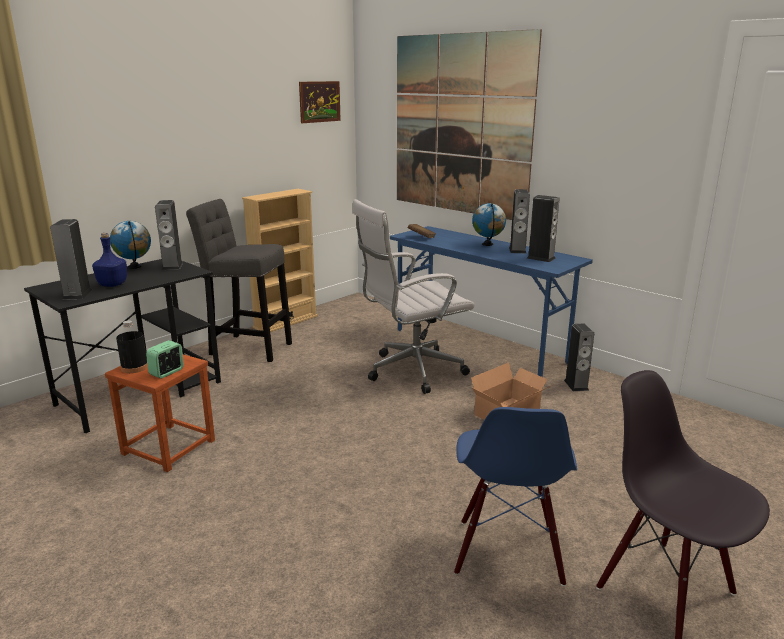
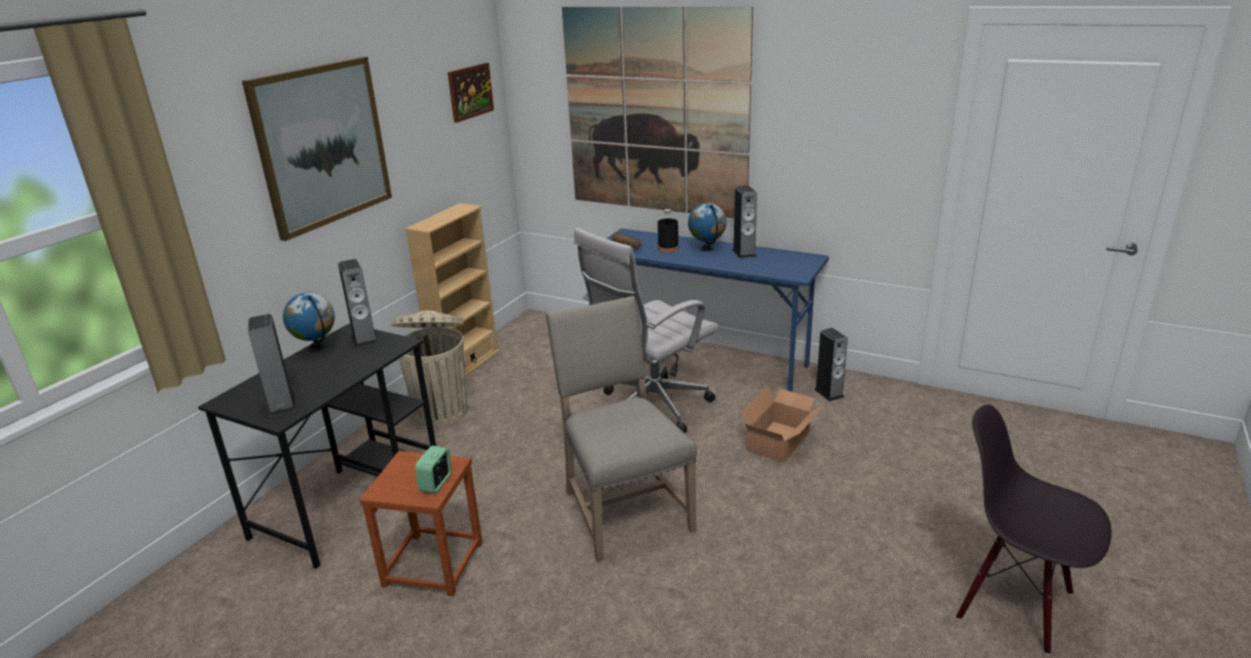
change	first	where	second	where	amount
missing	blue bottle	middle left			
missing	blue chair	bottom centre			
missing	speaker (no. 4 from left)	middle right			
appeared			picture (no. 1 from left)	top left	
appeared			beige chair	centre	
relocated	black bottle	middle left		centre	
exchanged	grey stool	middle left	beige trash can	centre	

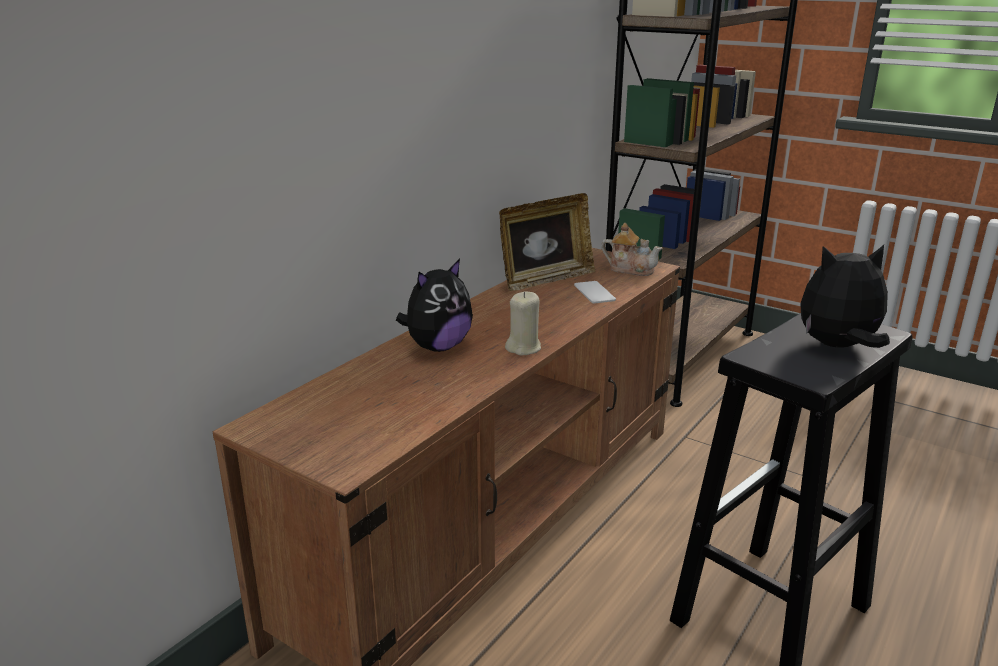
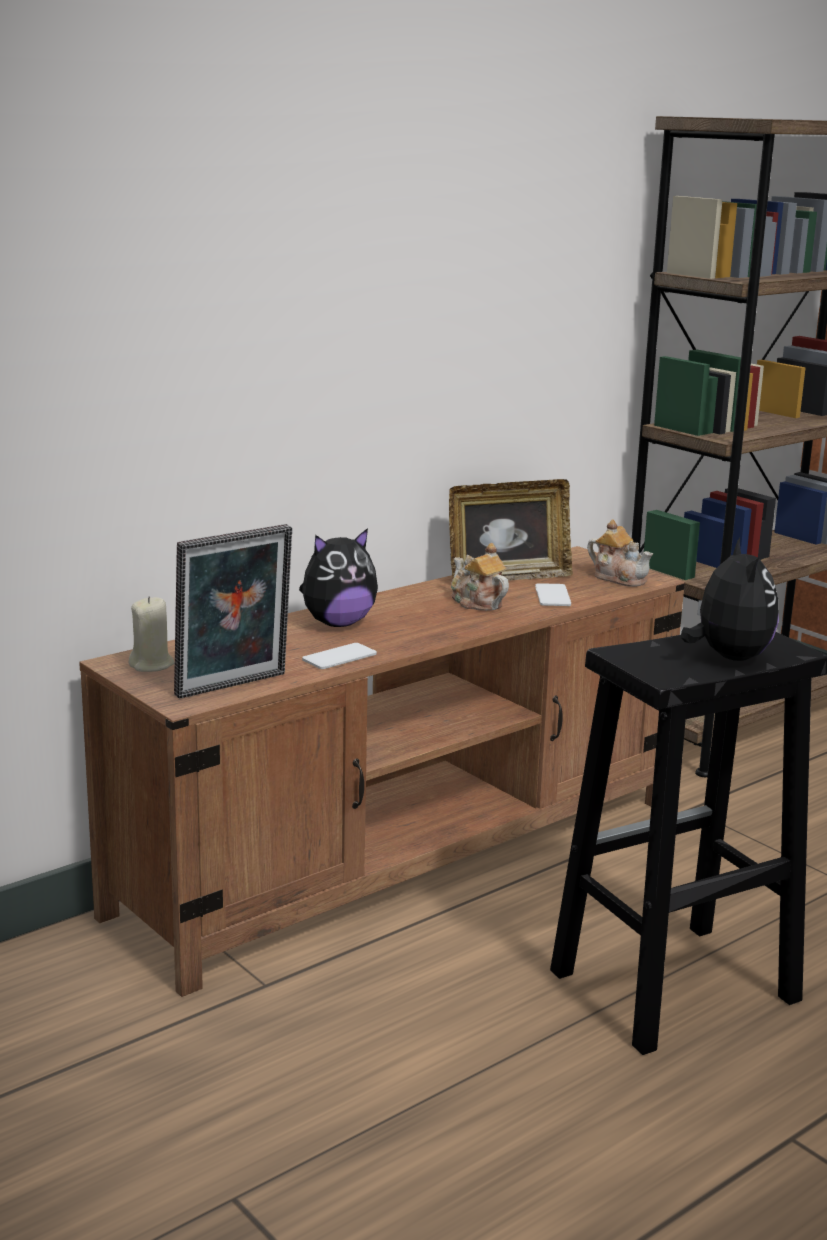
change	first	where	second	where	amount
appeared			picture frame (no. 1 from left)	middle left	
appeared			phone (no. 1 from left)	centre	
appeared			teapot (no. 1 from left)	centre	
relocated	beige candle	centre		middle left	
spun	plush toy (no. 2 from left)	middle right		middle right	75 degrees clockwise

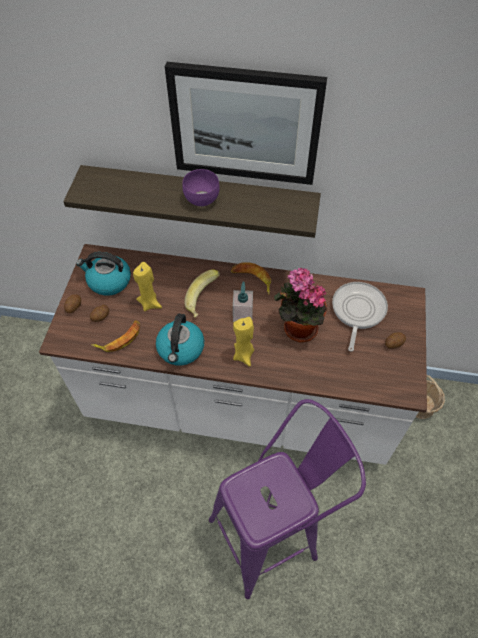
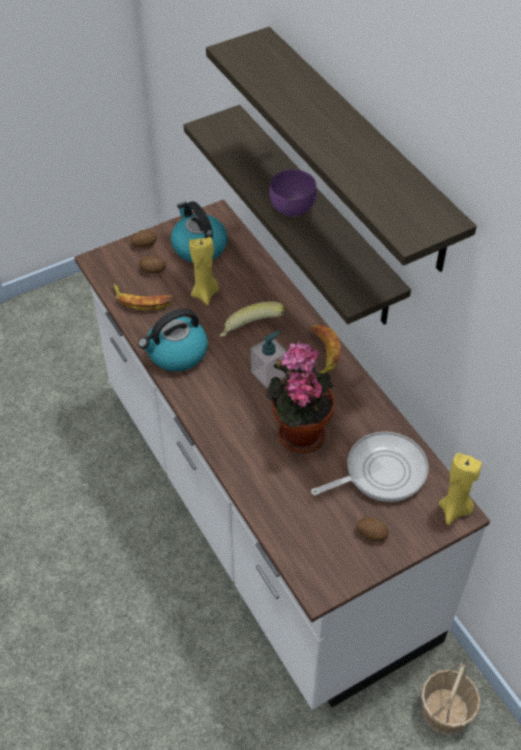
change	first	where	second	where	amount
missing	purple stool	bottom centre			
relocated	yellow candle (no. 2 from left)	centre		middle right	
exchanged	picture	top centre	shelf (no. 2 from left)	top centre	

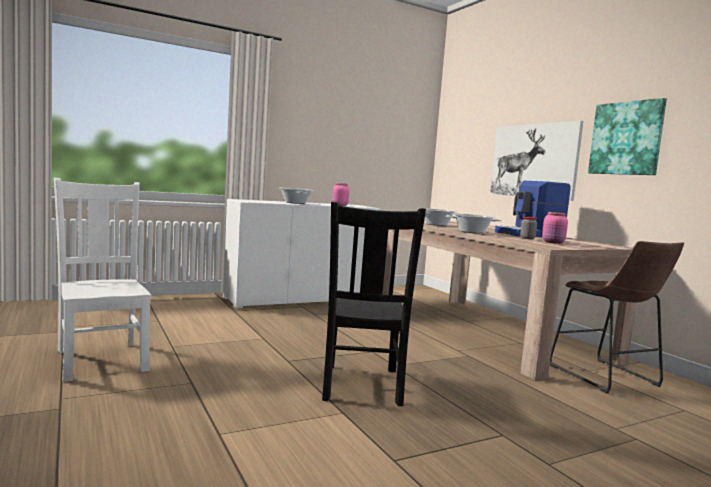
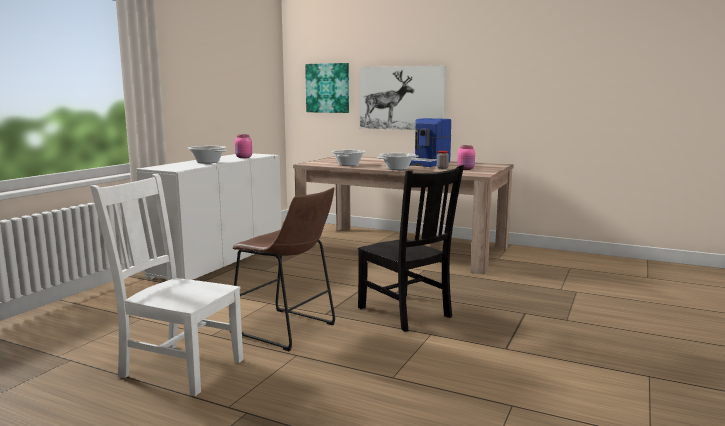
change	first	where	second	where	amount
relocated	brown stool	middle right		centre	
relocated	picture (no. 2 from left in the first image)	top right	picture (no. 1 from left)	top centre	

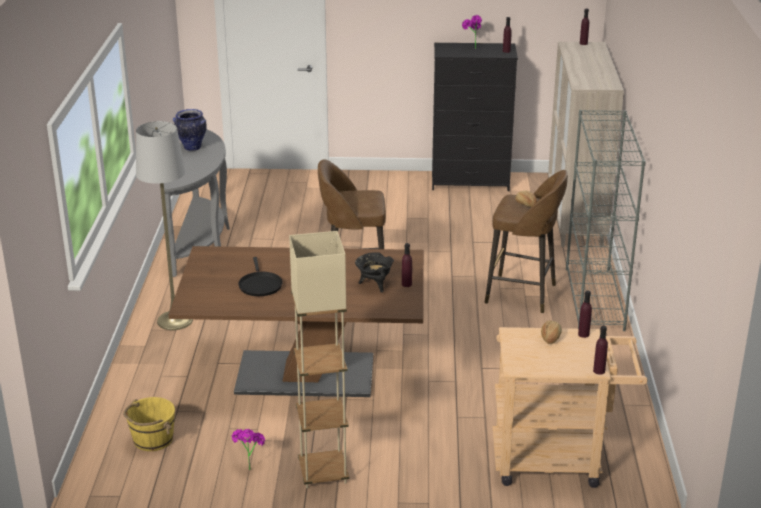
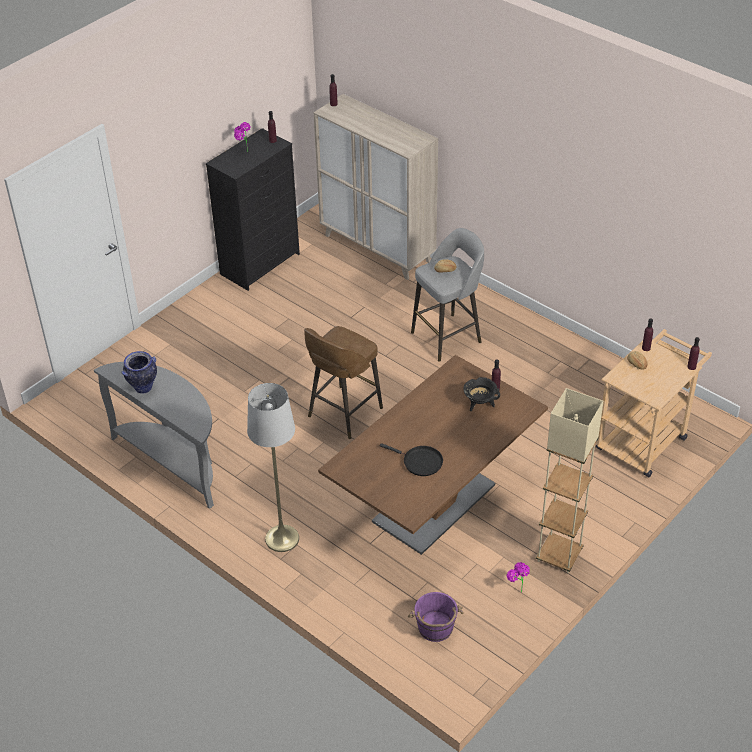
change	first	where	second	where	amount
missing	grey bookcase	middle right			
colour	yellow bucket	bottom left	purple bucket	bottom centre	
colour	brown stool (no. 2 from left)	middle right	grey stool	centre	

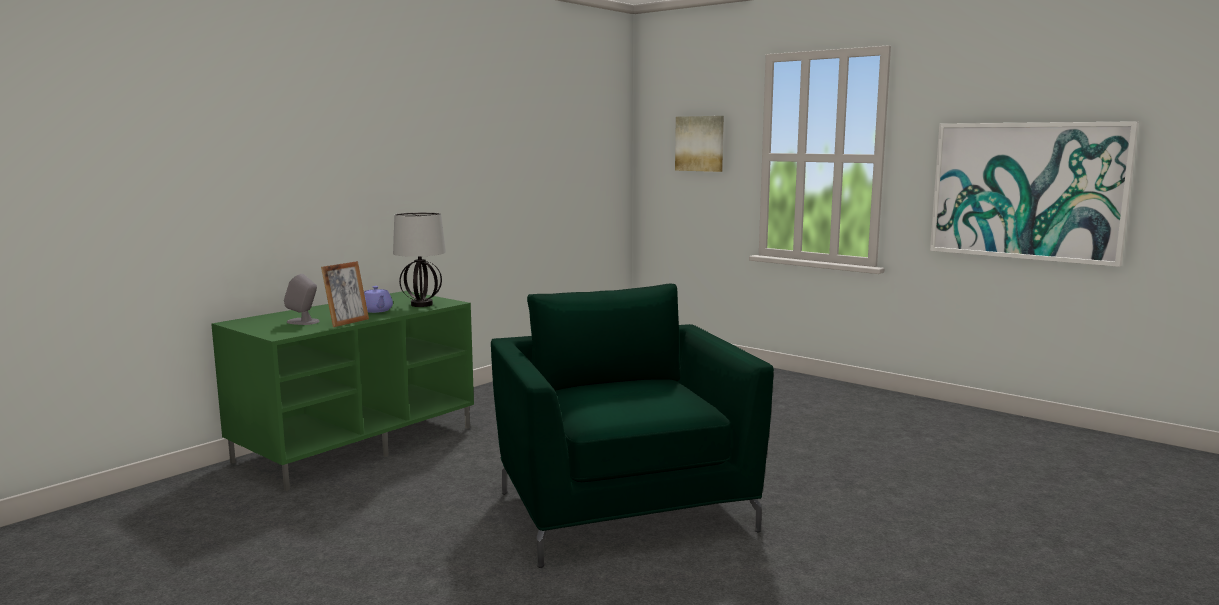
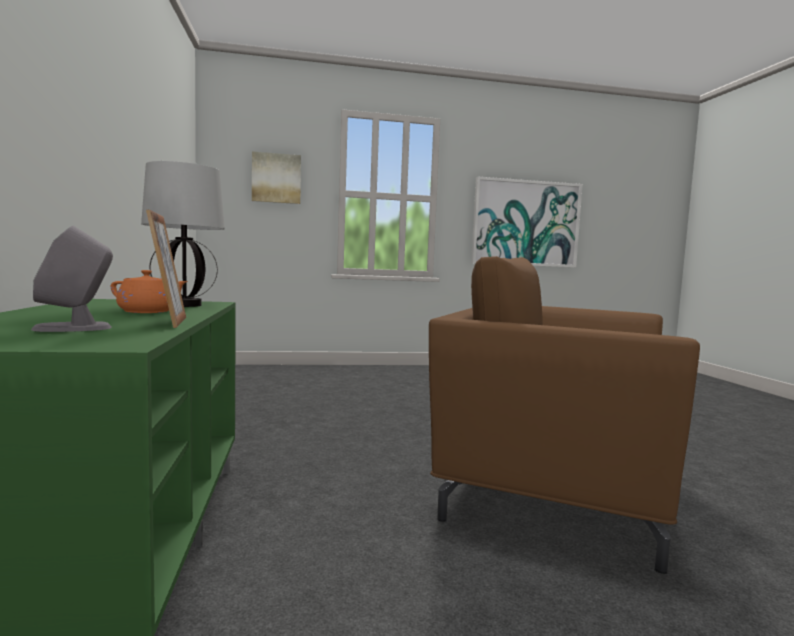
change	first	where	second	where	amount
colour	purple teapot	middle left	orange teapot	middle left	
colour	green armchair	bottom centre	brown armchair	middle right	

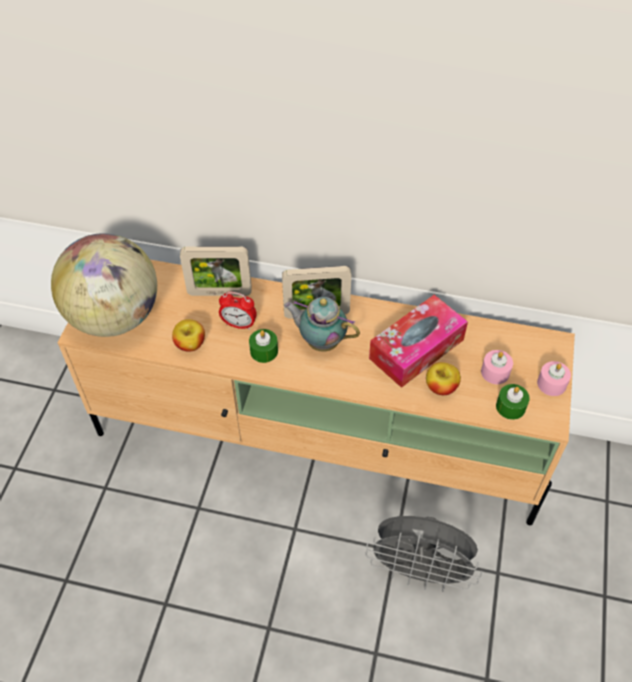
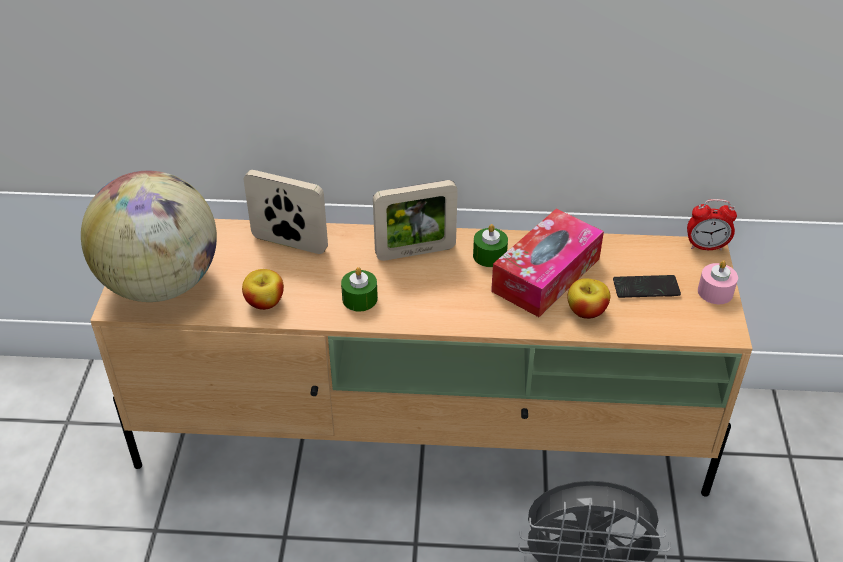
change	first	where	second	where	amount
missing	teapot	centre			
relocated	alarm clock	centre		middle right	
relocated	green candle (no. 2 from left)	middle right		centre	
exchanged	pink candle (no. 1 from left)	middle right	phone	middle right	
spun	picture frame (no. 1 from left)	centre		centre	150 degrees counterclockwise

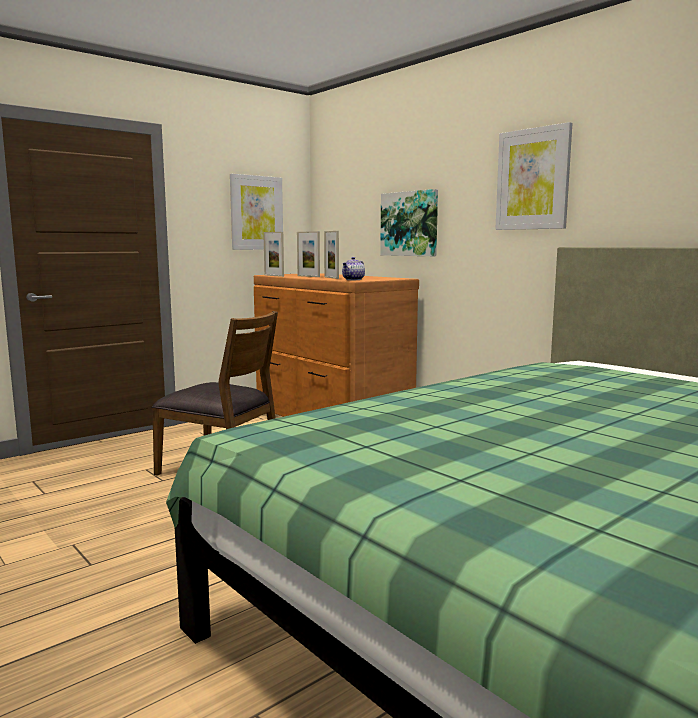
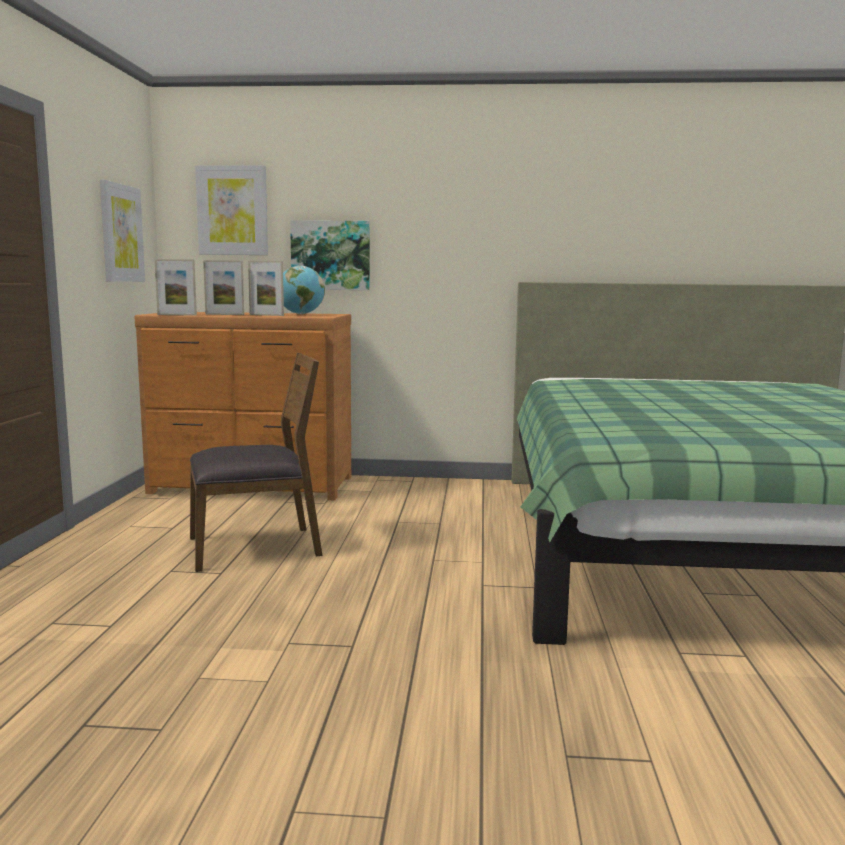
change	first	where	second	where	amount
missing	teapot	centre			
appeared			globe	centre	
relocated	picture (no. 3 from left in the first image)	top right	picture (no. 2 from left)	top left	

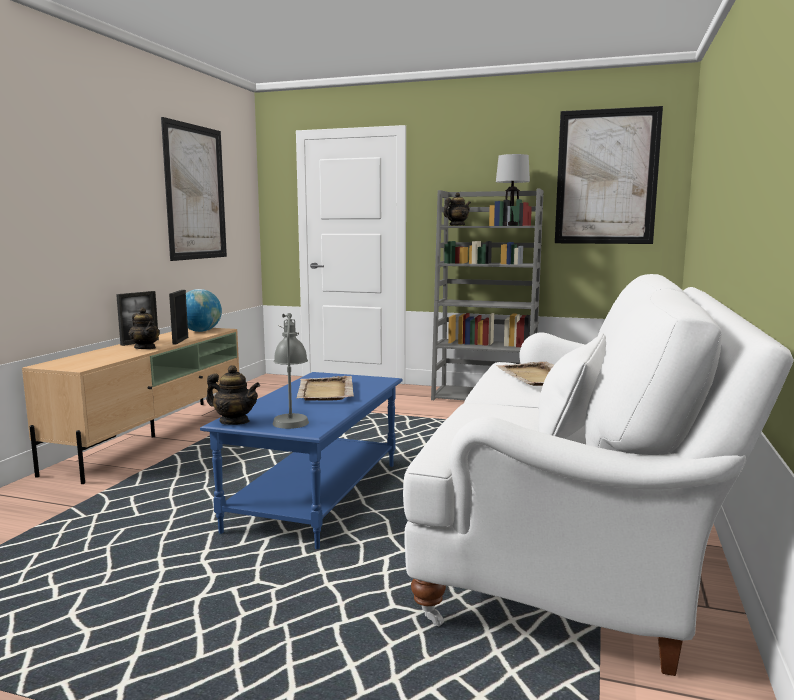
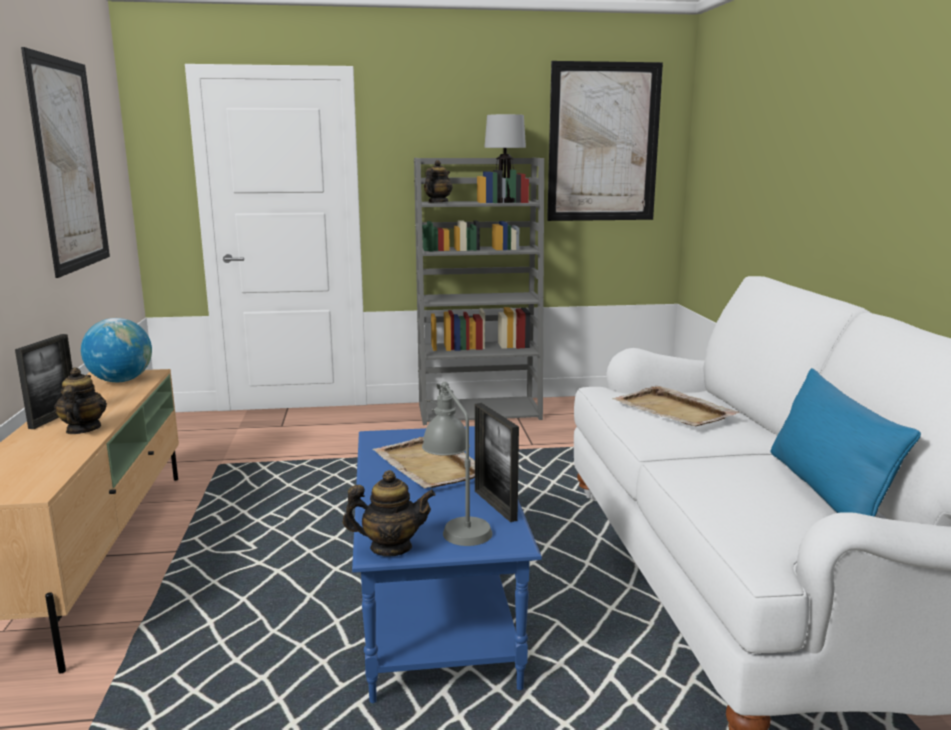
change	first	where	second	where	amount
relocated	picture frame (no. 2 from left)	middle left		centre	
colour	white pillow	middle right	blue pillow	middle right	
spun	teapot (no. 1 from left)	middle left		middle left	120 degrees counterclockwise

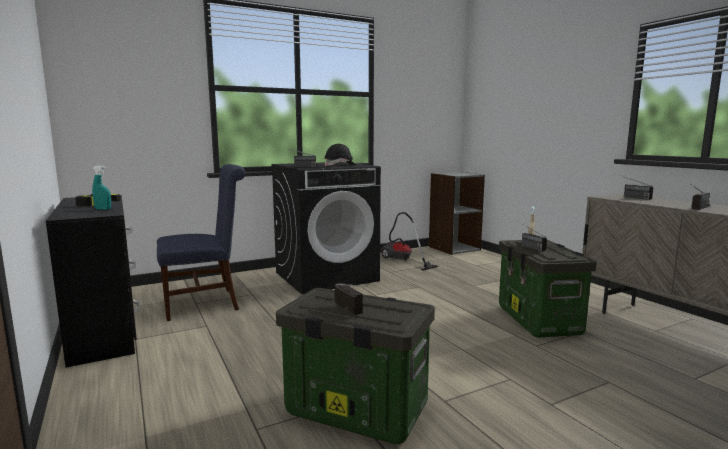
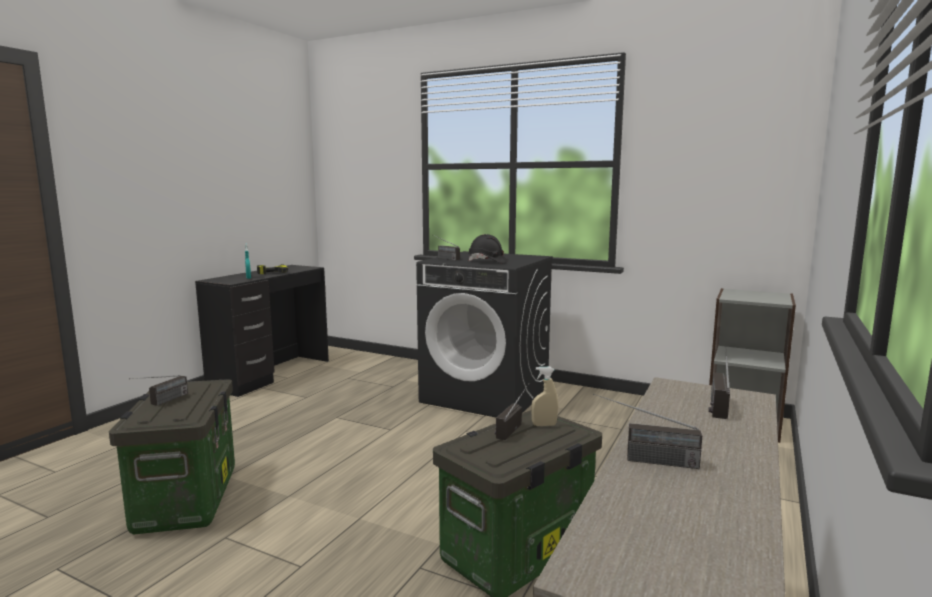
change	first	where	second	where	amount
missing	blue chair	middle left			
missing	vacuum cleaner	centre			

